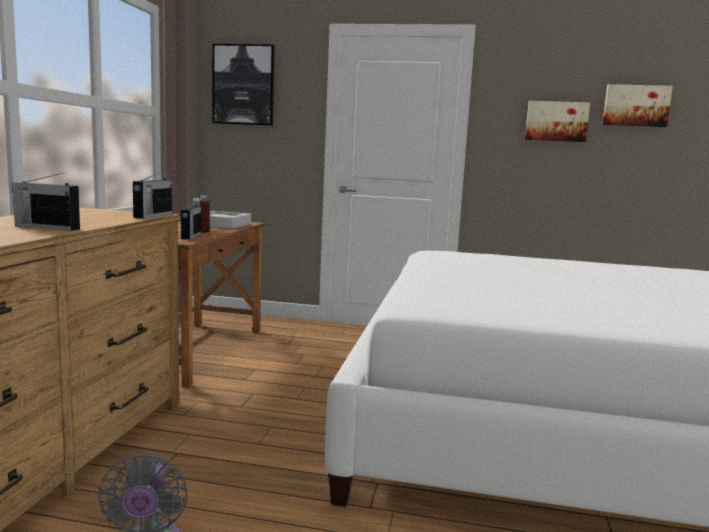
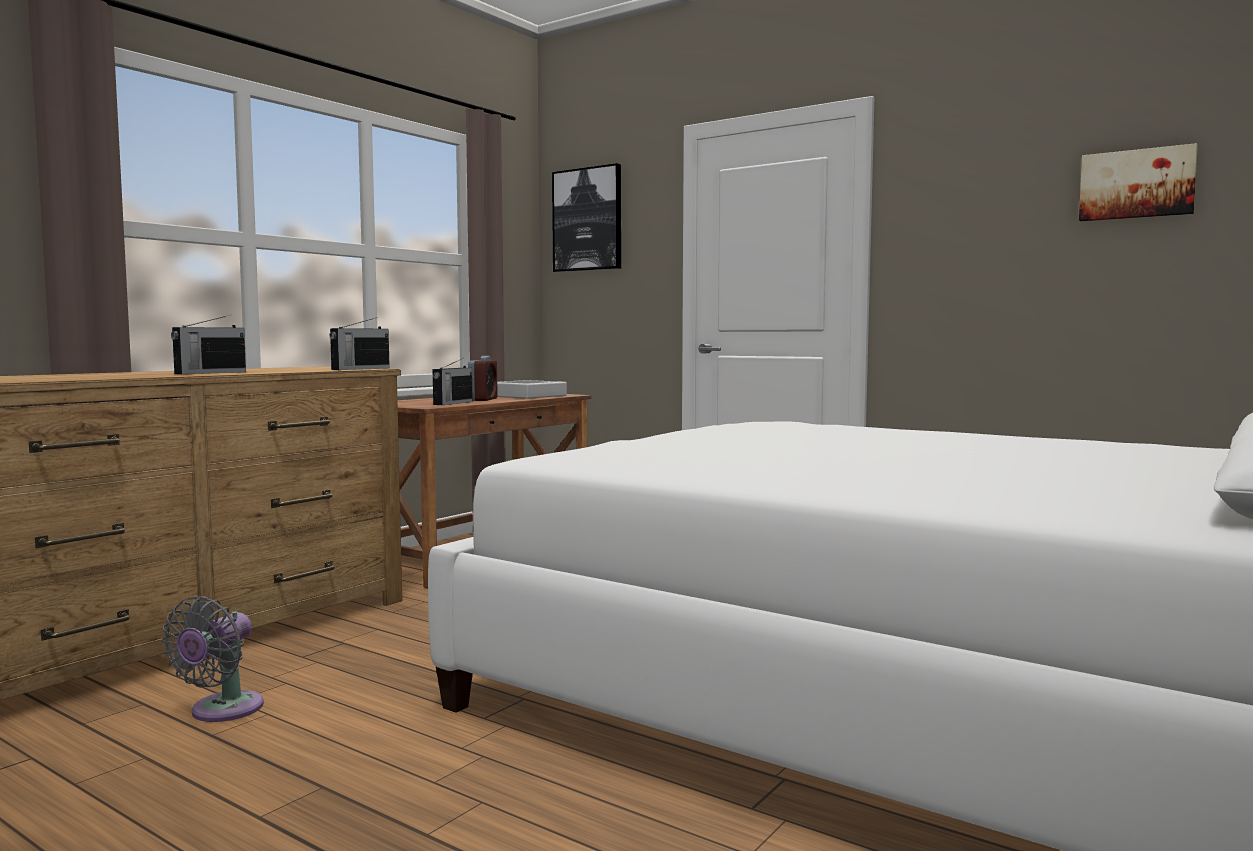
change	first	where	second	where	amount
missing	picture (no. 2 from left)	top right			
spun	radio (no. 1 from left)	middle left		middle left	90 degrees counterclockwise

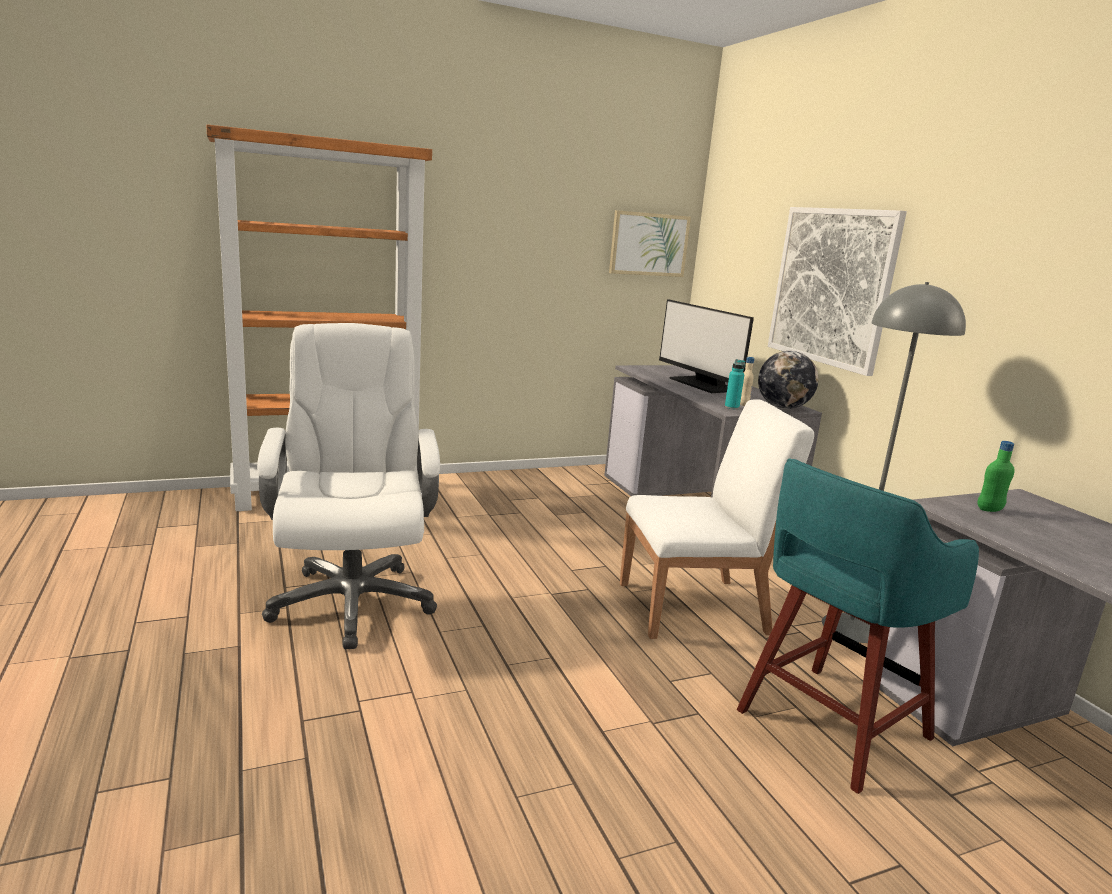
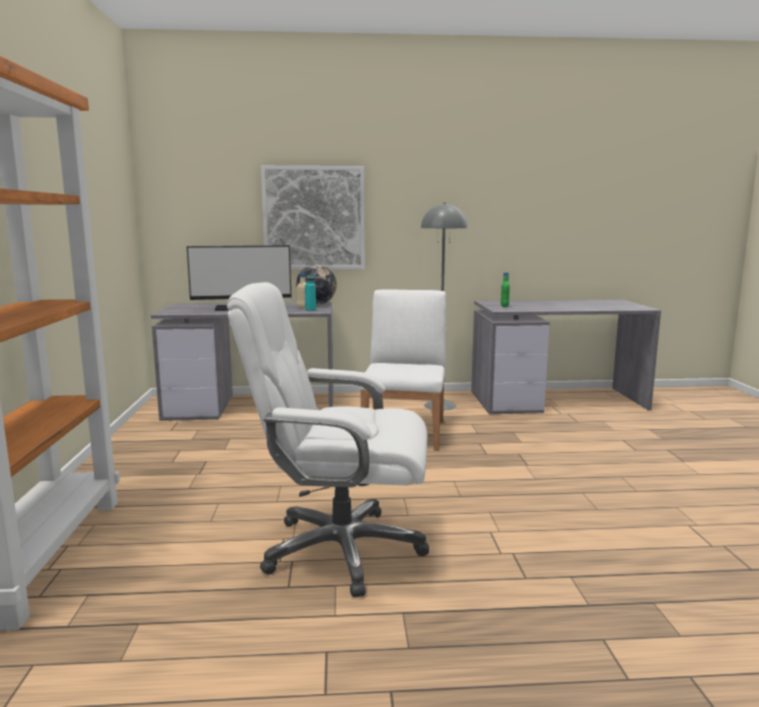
change	first	where	second	where	amount
missing	picture (no. 1 from left)	top centre			
missing	turquoise stool	bottom right			

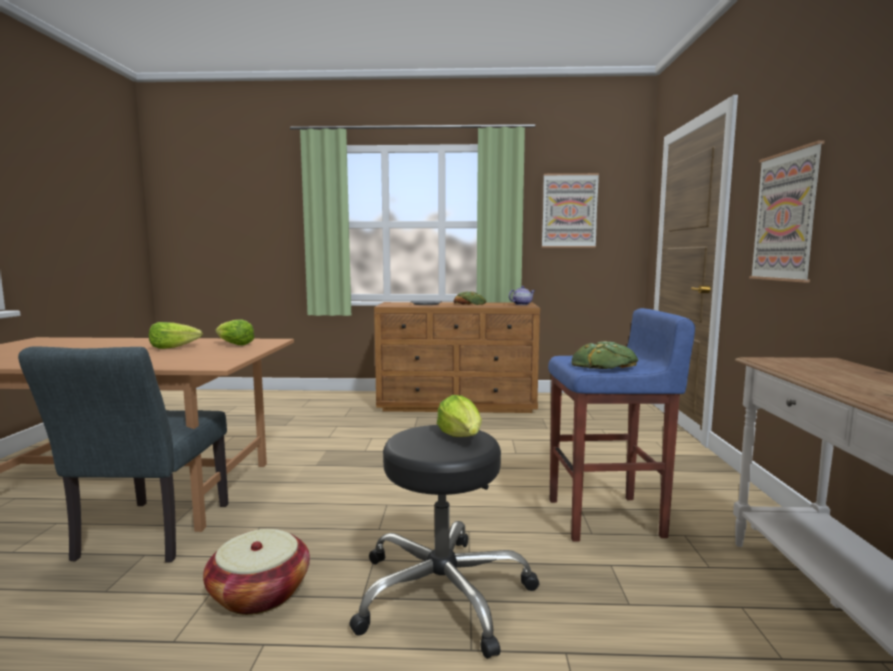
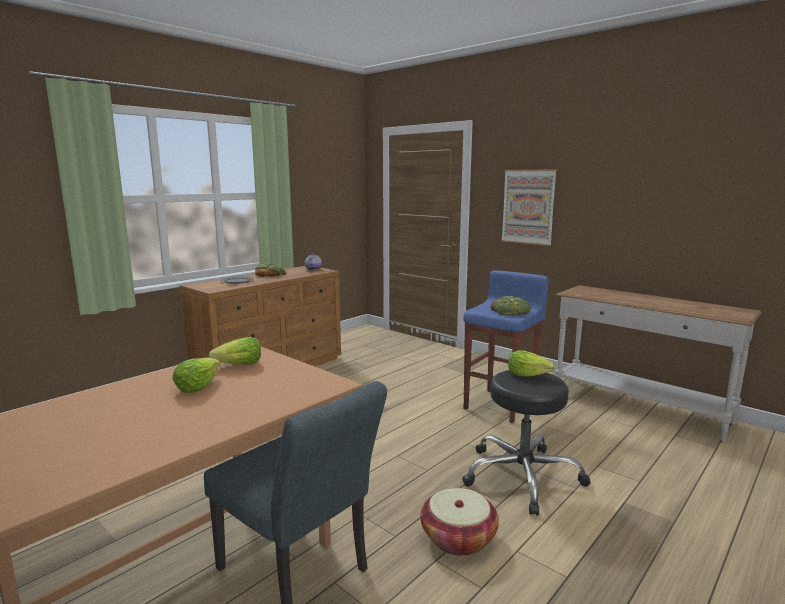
change	first	where	second	where	amount
missing	picture (no. 1 from left)	top centre			

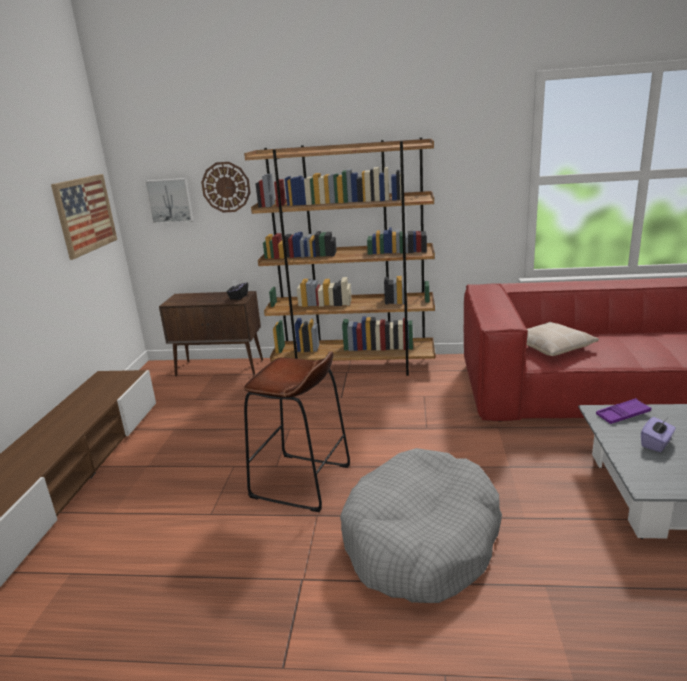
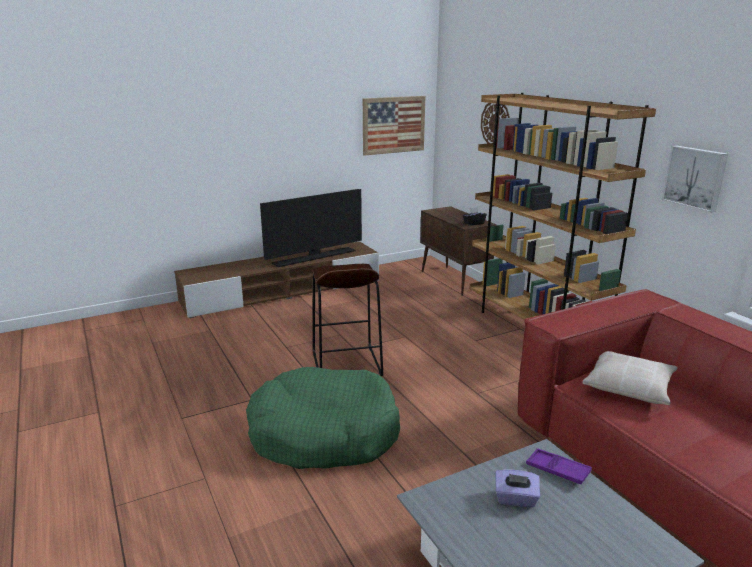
change	first	where	second	where	amount
appeared			television	centre	
relocated	picture (no. 2 from left)	top left		top right	
colour	grey dog bed	bottom centre	green dog bed	bottom centre	

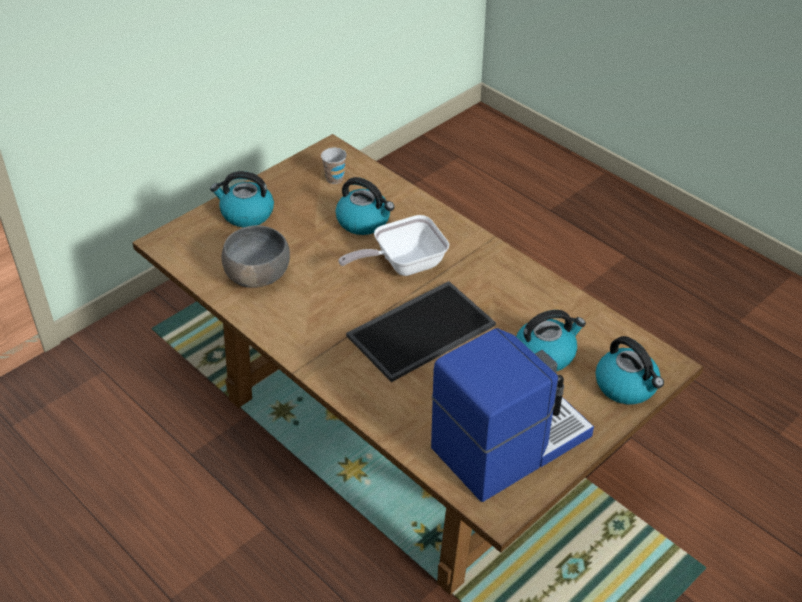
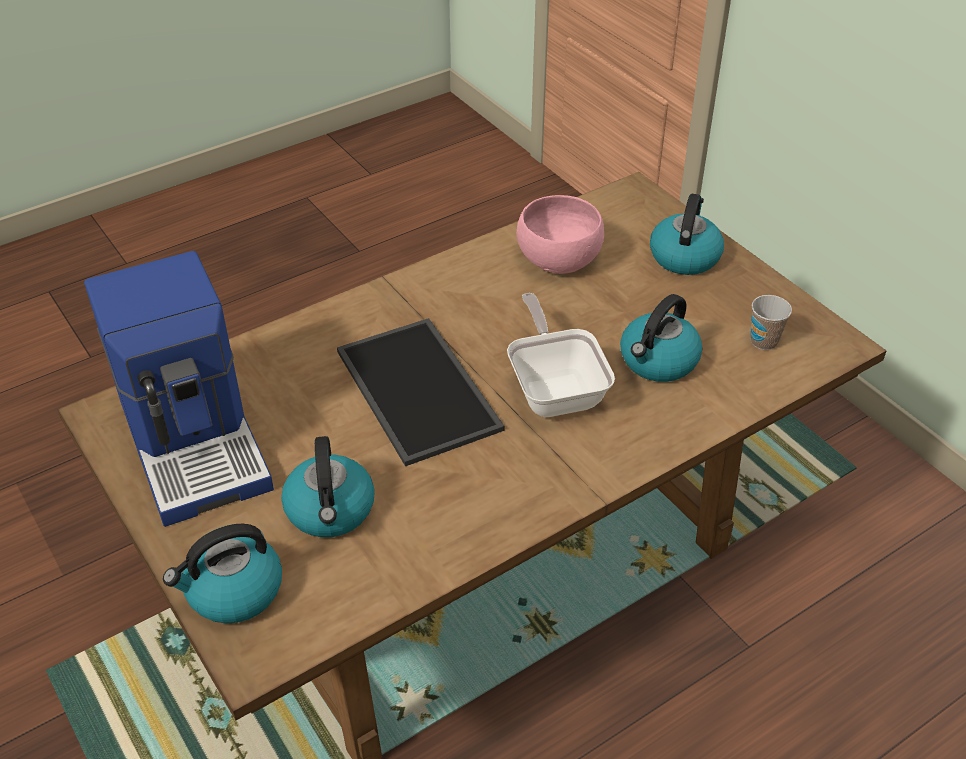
change	first	where	second	where	amount
colour	grey bowl	middle left	pink bowl	top centre	

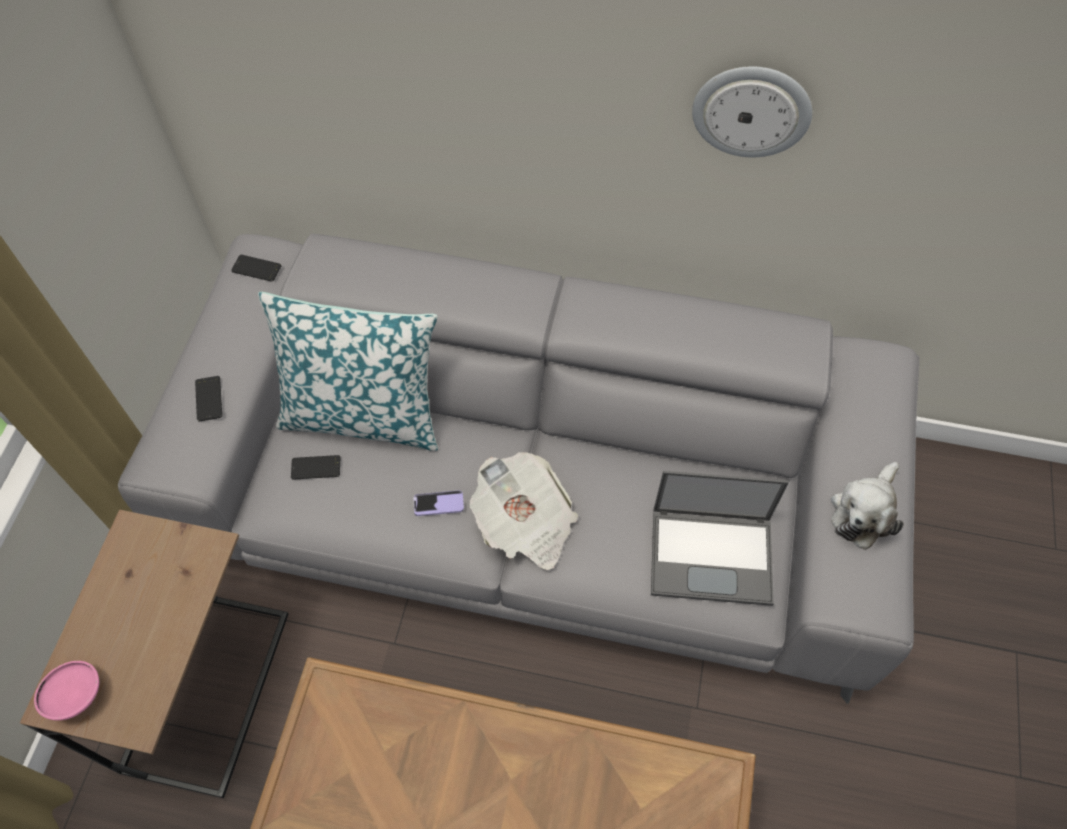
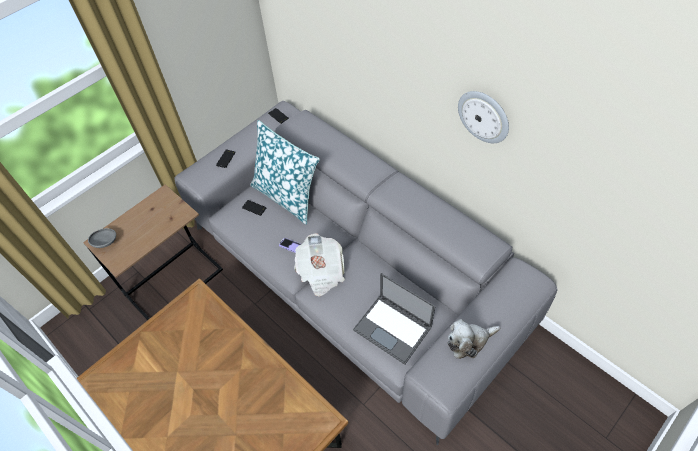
change	first	where	second	where	amount
colour	pink bowl	bottom left	grey bowl	middle left	

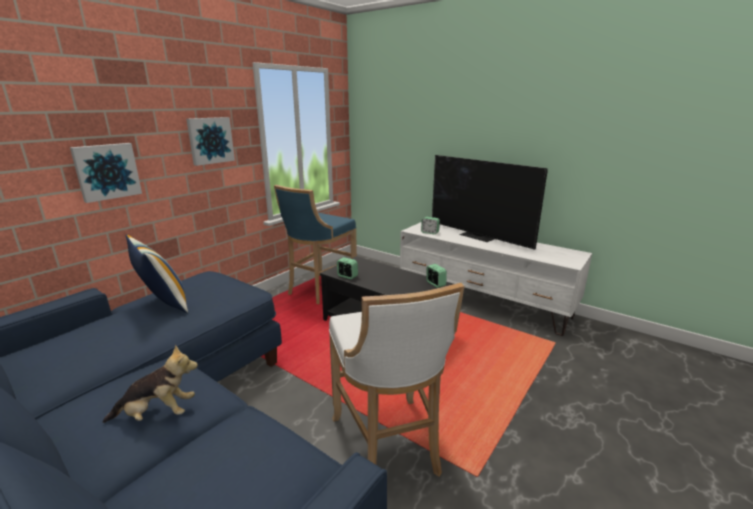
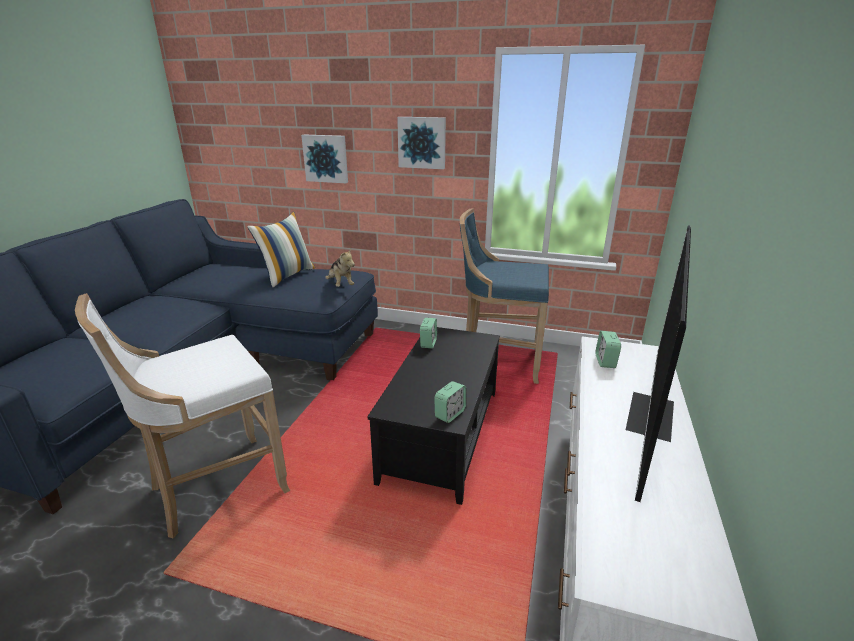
change	first	where	second	where	amount
relocated	plush toy	bottom left		centre	

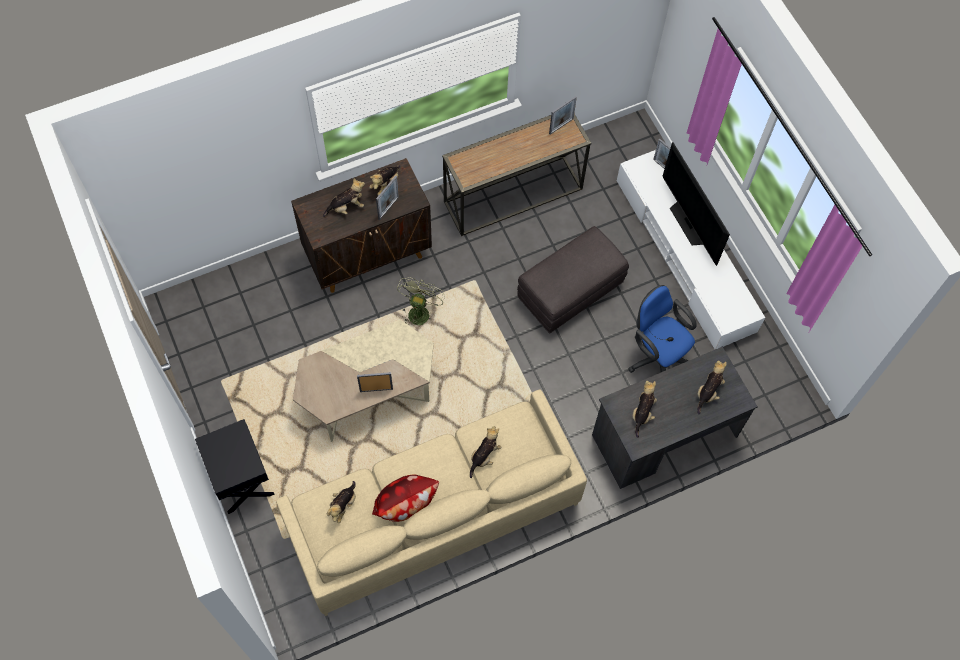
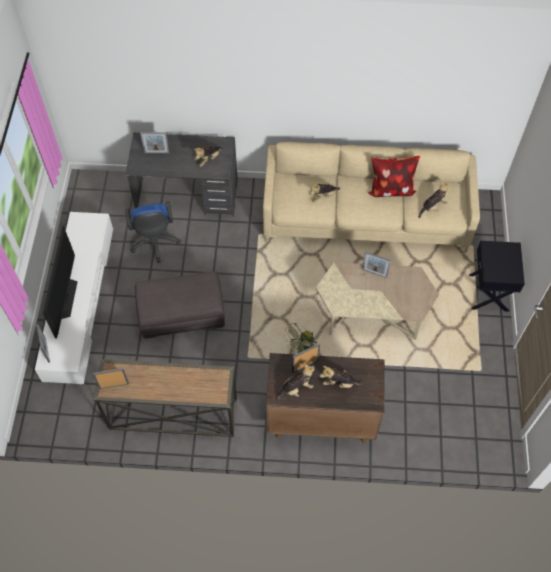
change	first	where	second	where	amount
exchanged	plush toy (no. 6 from left)	middle right	picture frame (no. 3 from left)	top left	

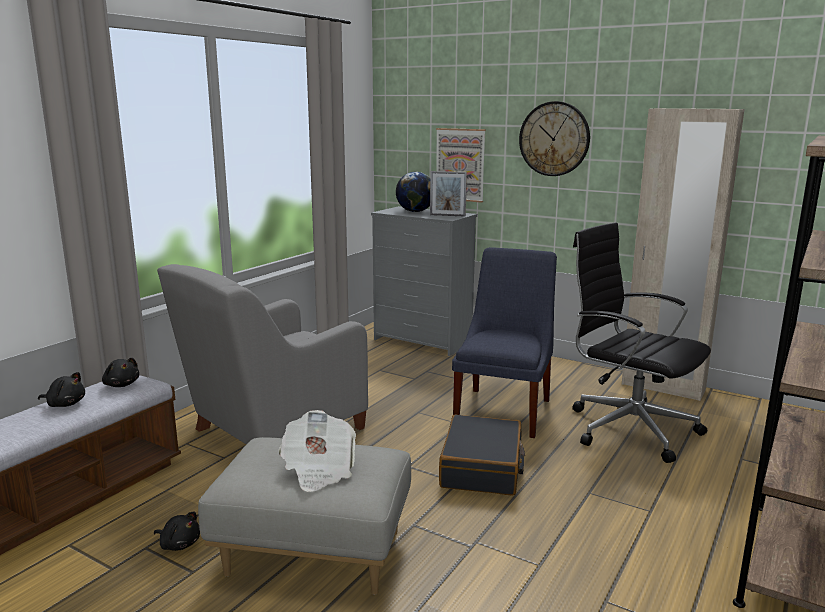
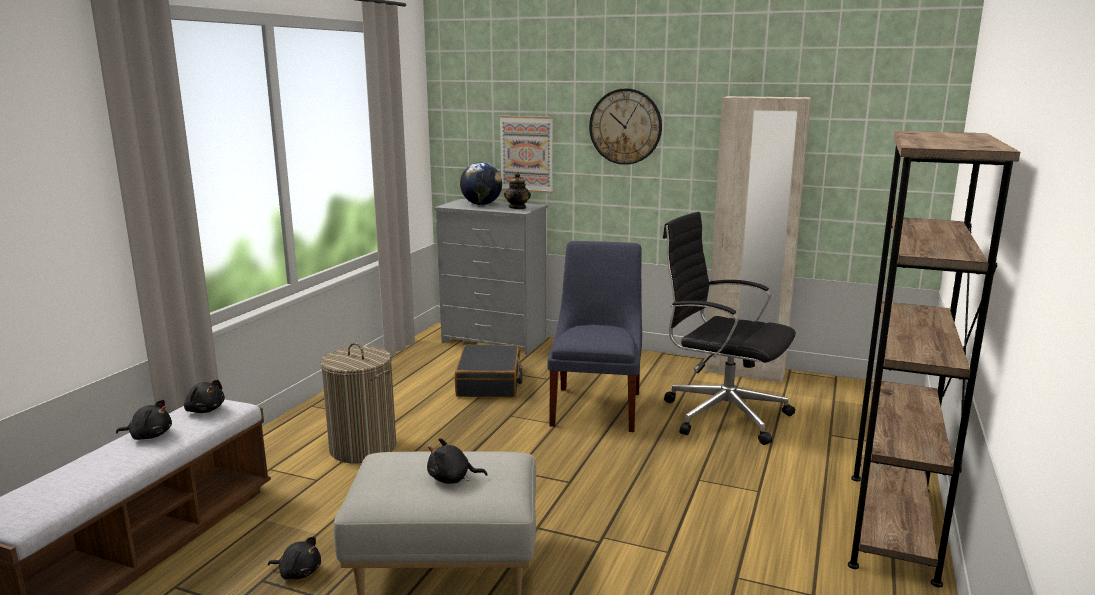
change	first	where	second	where	amount
relocated	black suitcase	bottom centre		centre	
exchanged	grey armchair	middle left	laundry basket	bottom left	
exchanged	newspaper	bottom centre	black plush toy (no. 4 from left)	bottom centre	
exchanged	picture frame	top centre	teapot	top centre	

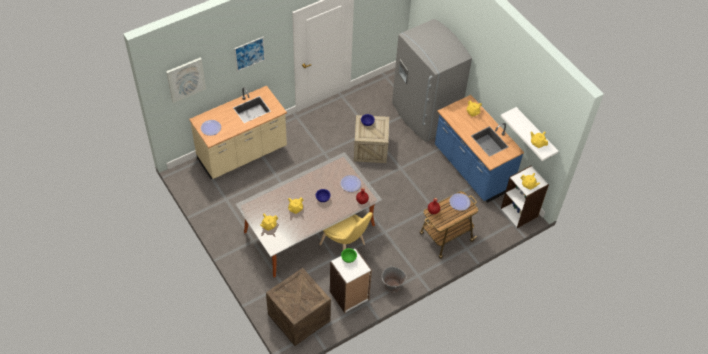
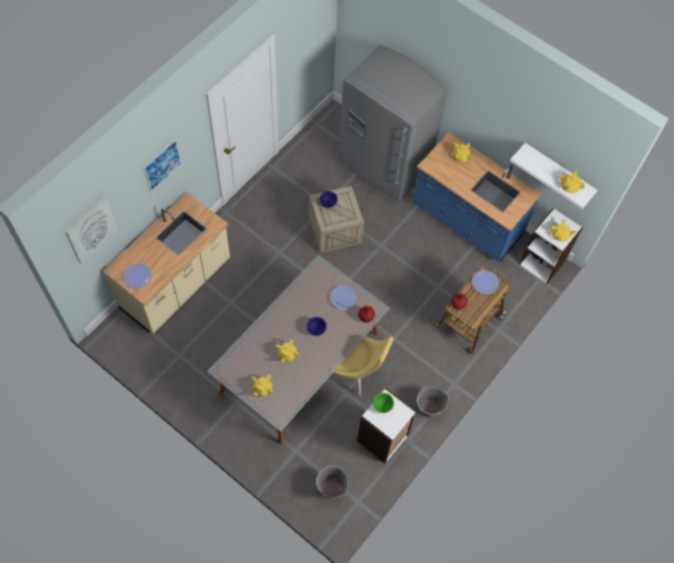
change	first	where	second	where	amount
exchanged	crate (no. 1 from left)	bottom centre	grey bucket (no. 1 from left)	bottom centre	

